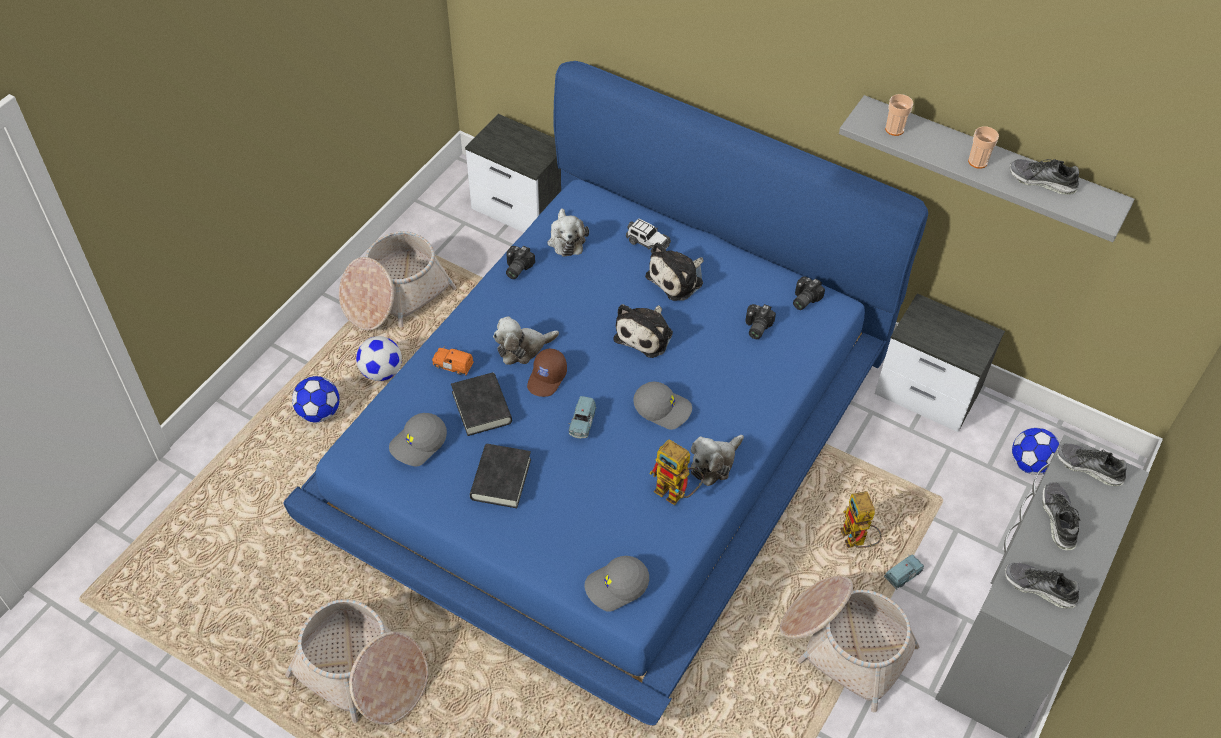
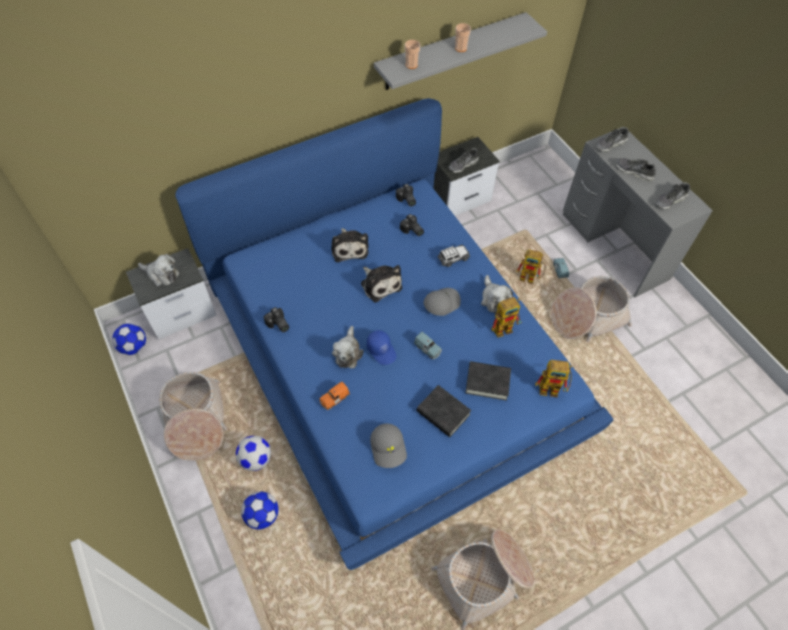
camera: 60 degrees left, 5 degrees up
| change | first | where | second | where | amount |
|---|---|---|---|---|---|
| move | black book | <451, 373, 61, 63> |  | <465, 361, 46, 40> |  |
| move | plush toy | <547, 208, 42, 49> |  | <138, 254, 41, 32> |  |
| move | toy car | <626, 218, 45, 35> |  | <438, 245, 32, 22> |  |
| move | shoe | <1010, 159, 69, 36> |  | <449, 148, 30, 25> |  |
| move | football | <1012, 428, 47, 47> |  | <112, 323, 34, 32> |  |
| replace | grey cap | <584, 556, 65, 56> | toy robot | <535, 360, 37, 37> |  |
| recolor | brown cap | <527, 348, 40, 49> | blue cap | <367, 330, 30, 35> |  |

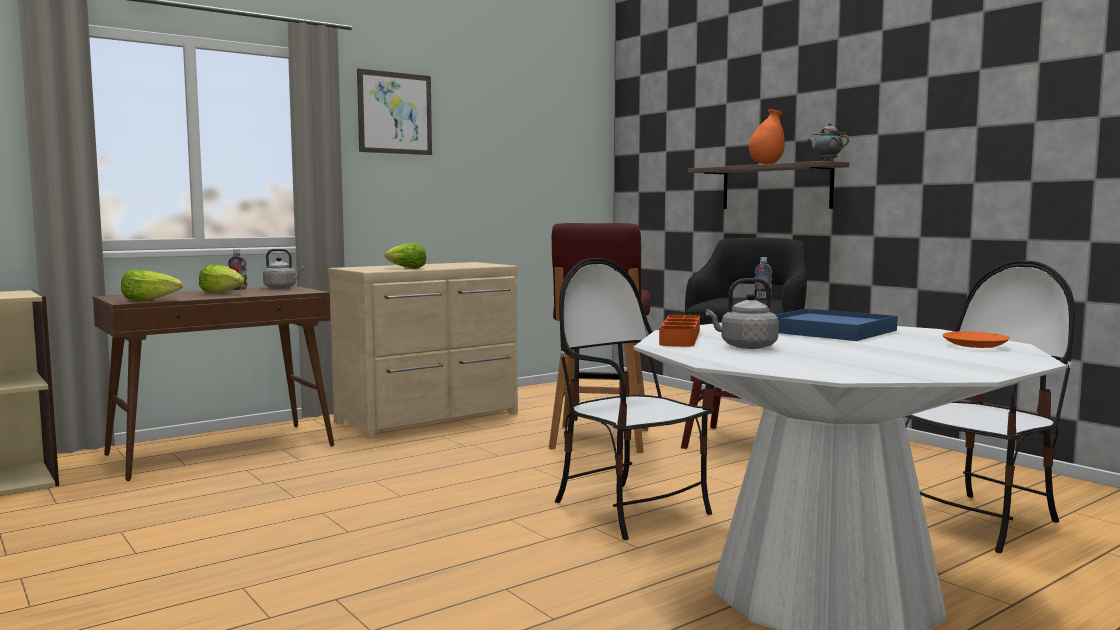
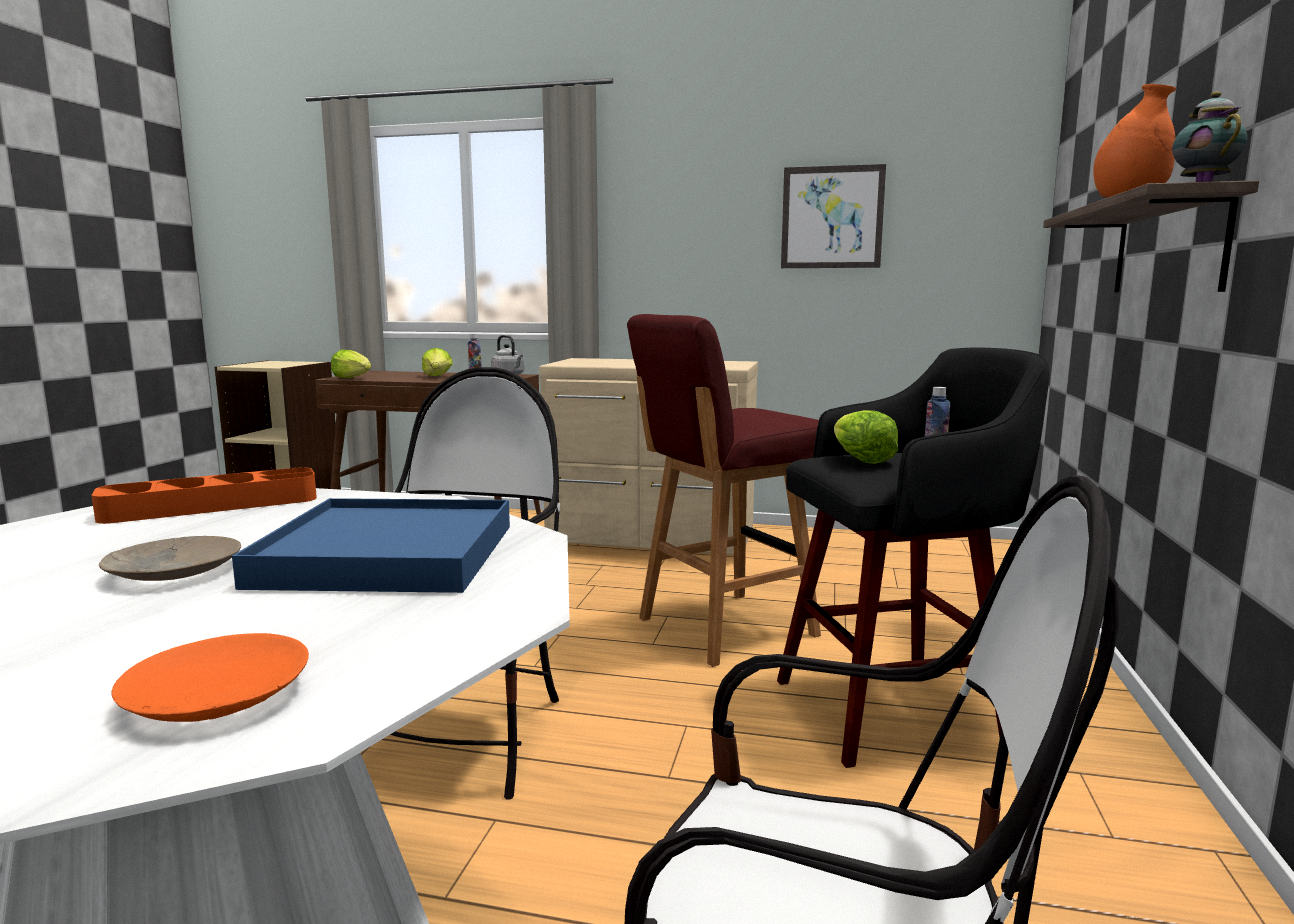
camera: 50 degrees right, 5 degrees up
| change | first | where | second | where | amount |
|---|---|---|---|---|---|
| delete | grey kettle | <706, 278, 73, 71> |  |  |  |
| insert |  |  | beige plate | <99, 536, 142, 45> |  |
| move | picture | <357, 69, 75, 86> |  | <781, 164, 105, 104> |  |
| move | lettuce | <384, 243, 42, 26> |  | <834, 410, 64, 54> |  |

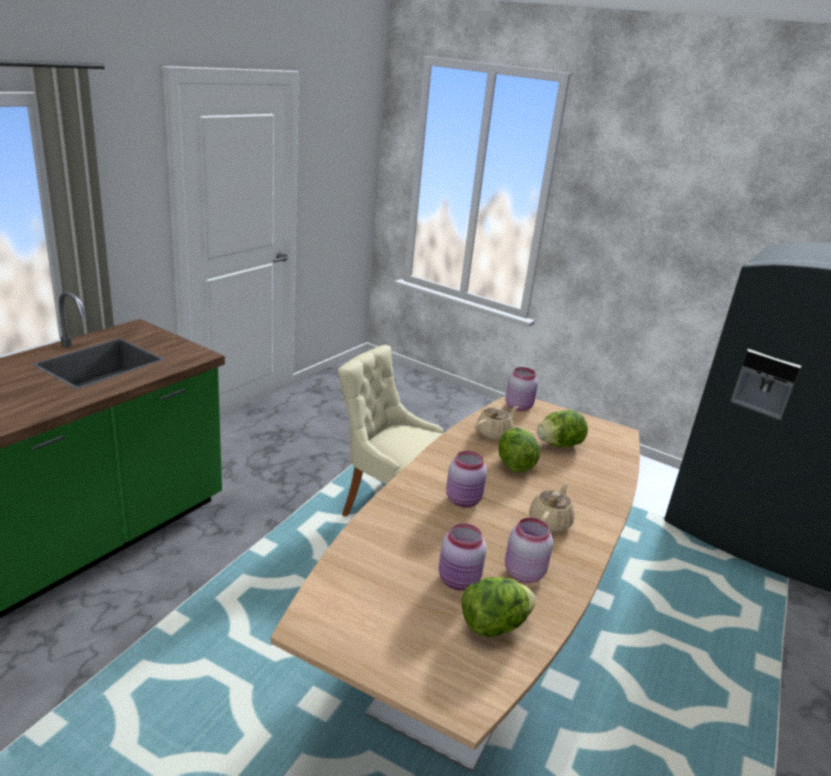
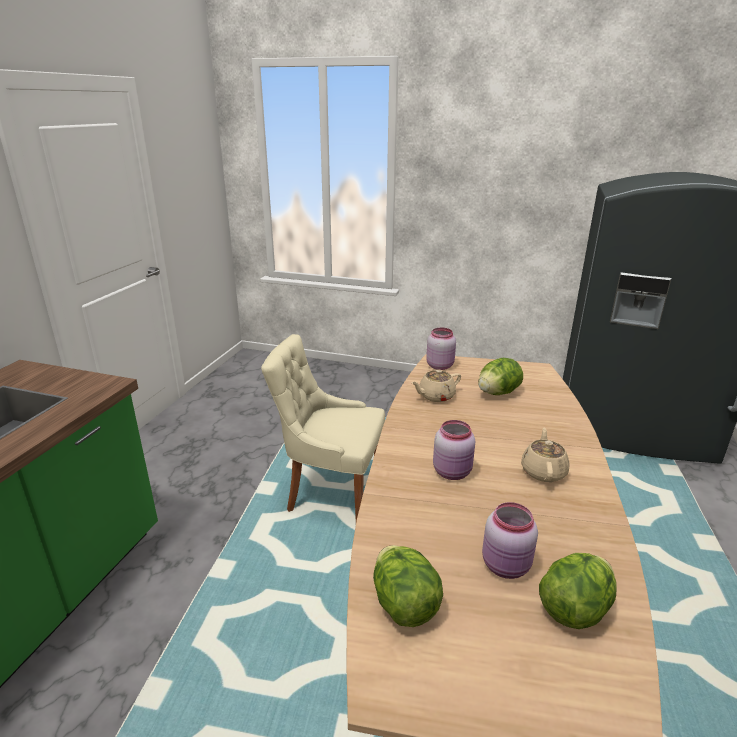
camera: 15 degrees left, 0 degrees up
| change | first | where | second | where | amount |
|---|---|---|---|---|---|
| delete | pink jar | <505, 517, 48, 66> |  |  |  |
| move | lettuce | <499, 427, 41, 46> |  | <373, 545, 70, 82> |  |
| rotate | beige teapot | <475, 406, 44, 34> |  | <411, 369, 50, 33> | 150 degrees counterclockwise |

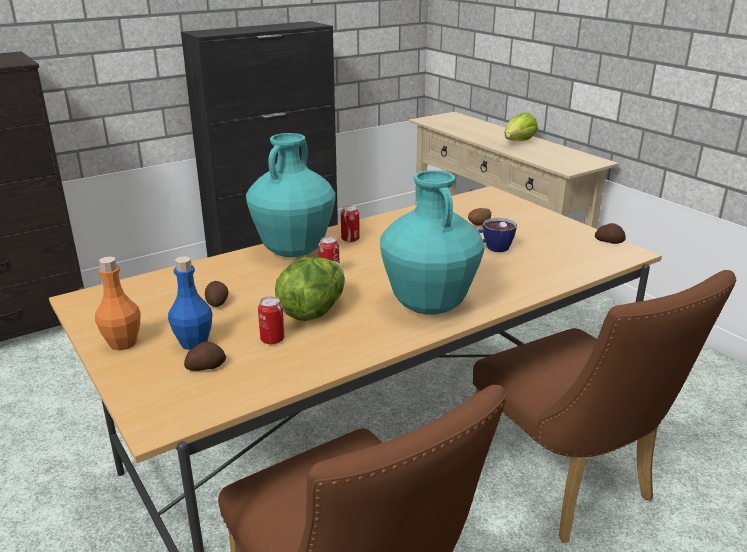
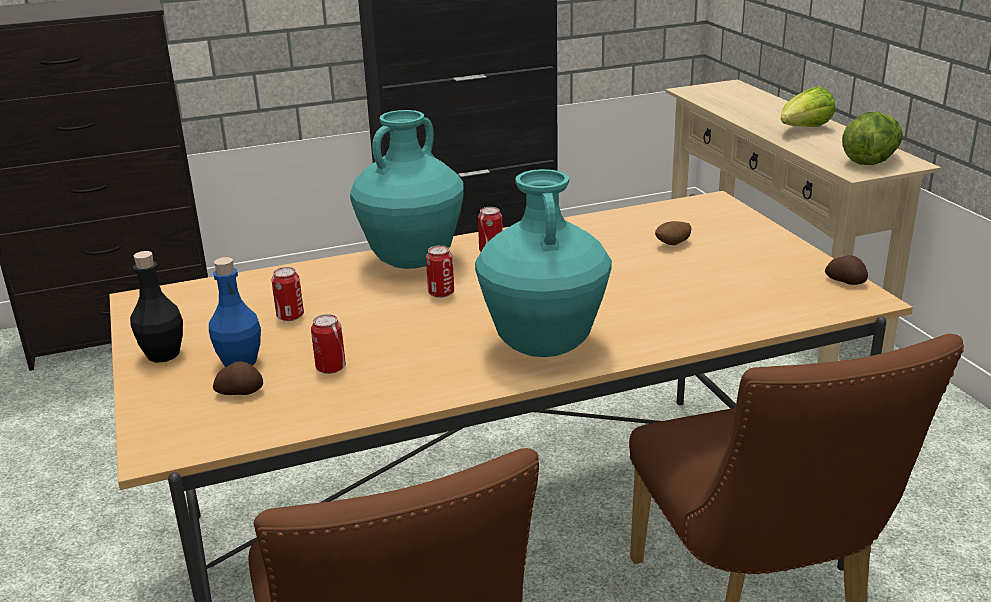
camera: 15 degrees right, 0 degrees up
| change | first | where | second | where | amount |
|---|---|---|---|---|---|
| delete | cup | <478, 218, 39, 34> |  |  |  |
| move | lettuce | <275, 257, 70, 64> |  | <842, 112, 61, 53> |  |
| replace | potato | <205, 281, 24, 26> | can | <272, 267, 32, 54> |  |
| recolor | orange bottle | <95, 256, 45, 95> | black bottle | <130, 251, 53, 112> |  |

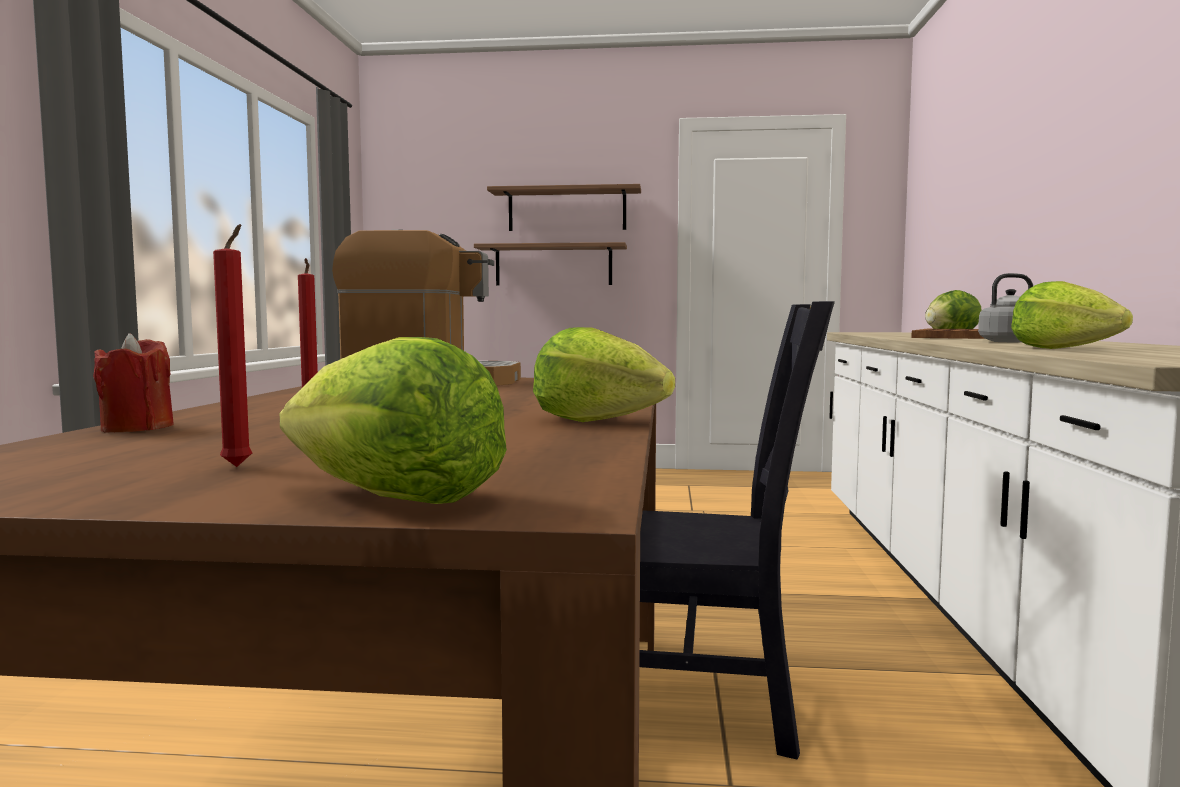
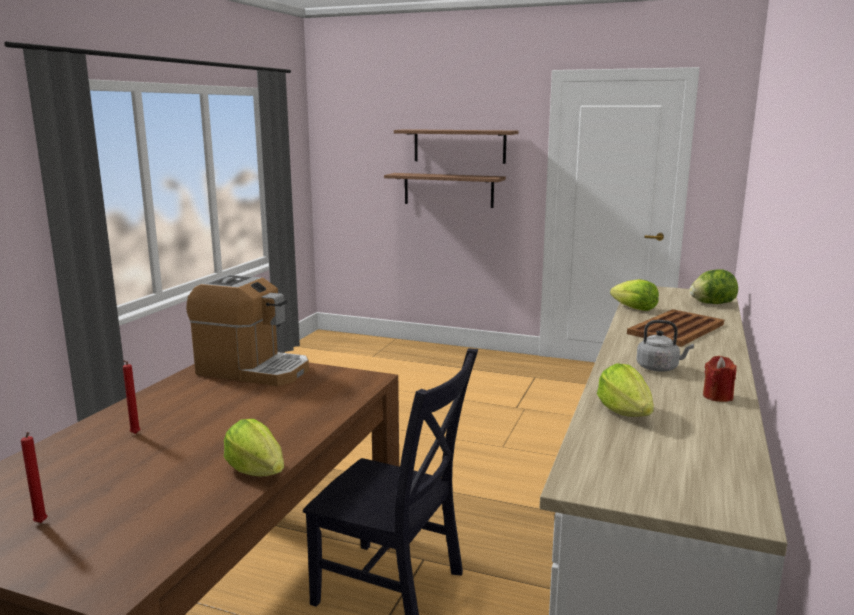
camera: 15 degrees right, 10 degrees up
| change | first | where | second | where | amount |
|---|---|---|---|---|---|
| move | red candle | <93, 333, 81, 99> |  | <703, 356, 34, 46> |  |
| move | lettuce | <280, 337, 227, 167> |  | <610, 279, 49, 32> |  |

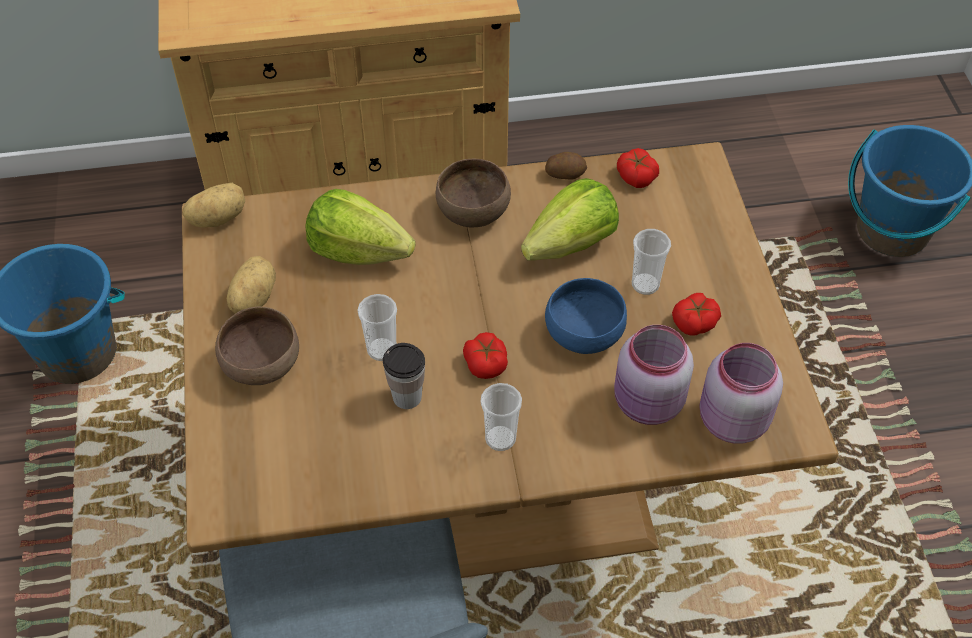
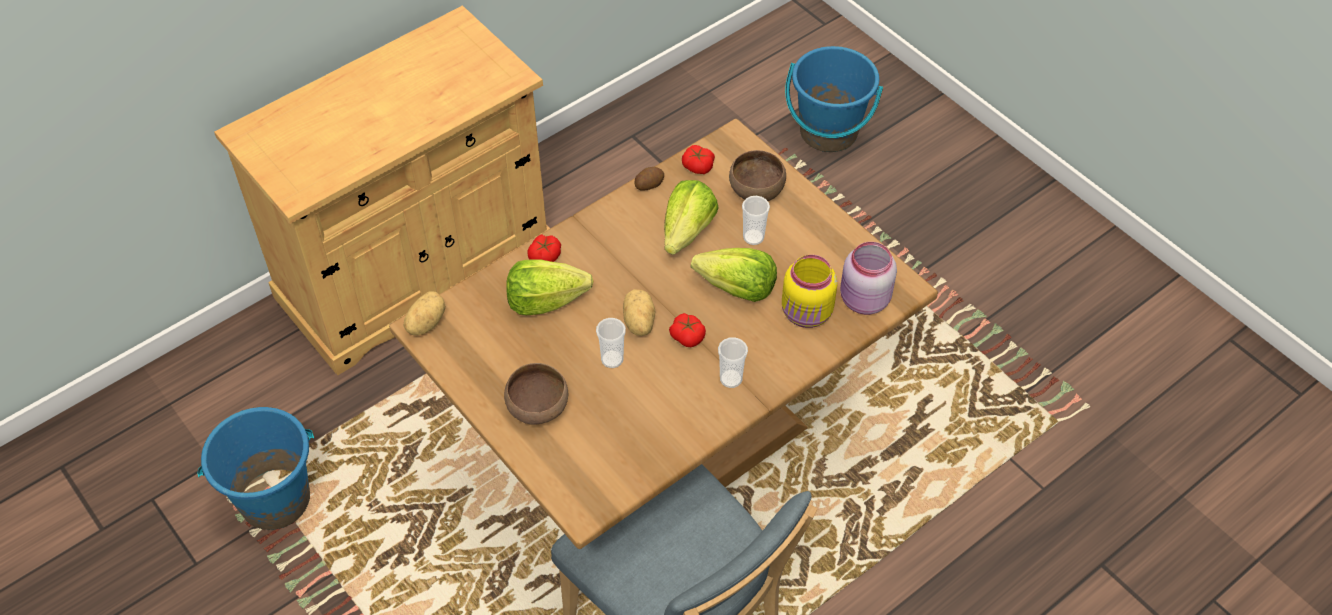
camera: 30 degrees left, 0 degrees up
| change | first | where | second | where | amount |
|---|---|---|---|---|---|
| delete | cup | <383, 343, 42, 66> |  |  |  |
| move | potato | <227, 256, 49, 58> |  | <623, 289, 32, 47> |  |
| move | brown bowl | <436, 159, 75, 69> |  | <729, 150, 57, 51> |  |
| move | tomato | <672, 293, 49, 43> |  | <527, 234, 34, 28> |  |
| replace | blue bowl | <545, 278, 82, 76> | lettuce | <691, 248, 86, 54> |  |
| recolor | pink jar | <614, 325, 80, 100> | yellow jar | <782, 255, 56, 73> |  |

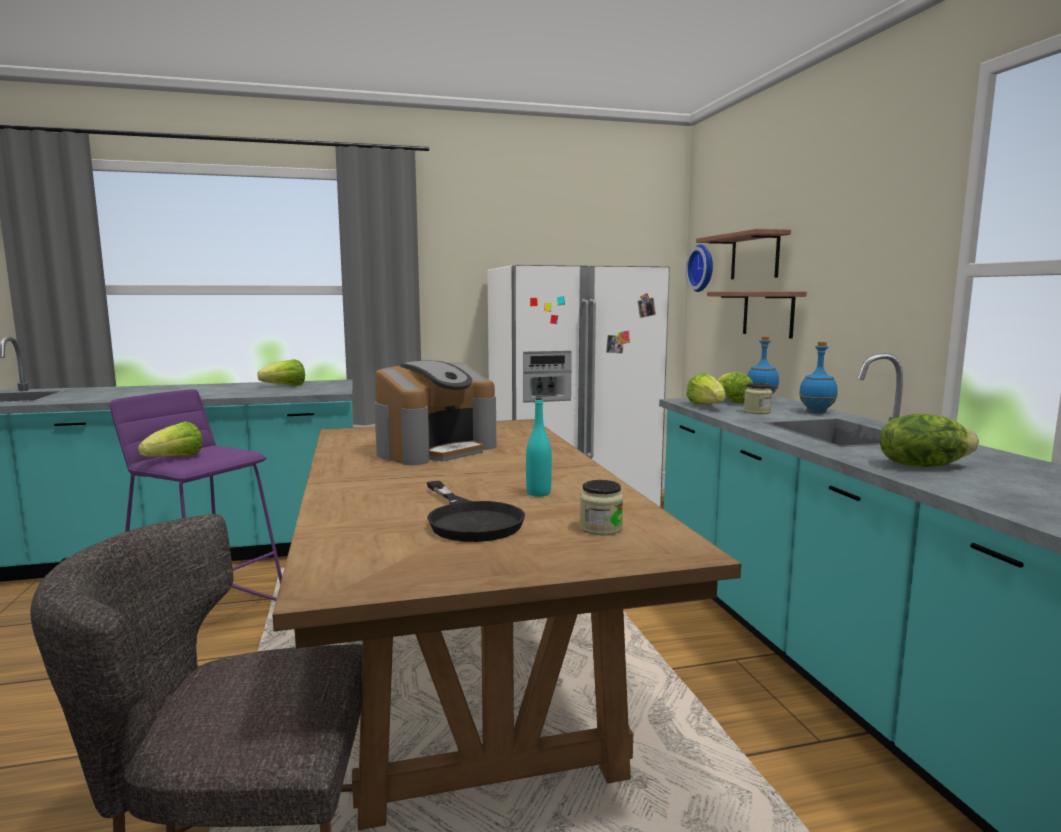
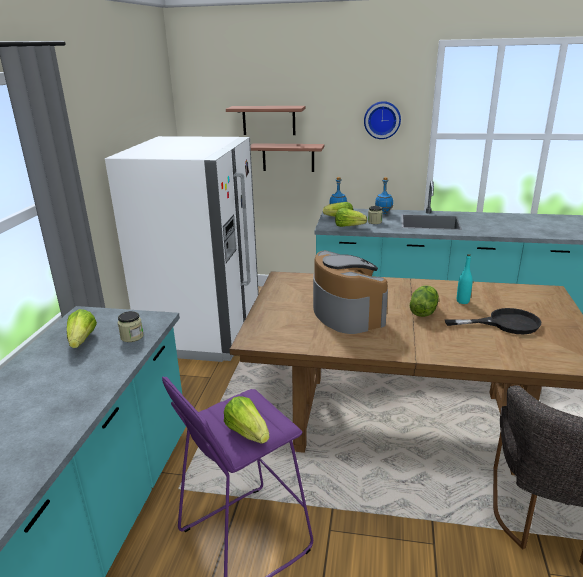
camera: 65 degrees left, 15 degrees up
| change | first | where | second | where | amount |
|---|---|---|---|---|---|
| move | jar | <580, 480, 43, 56> |  | <118, 311, 26, 31> |  |
| move | wall clock | <685, 244, 28, 48> |  | <364, 101, 37, 38> |  |
| move | lettuce | <880, 414, 99, 53> |  | <410, 285, 29, 32> |  |

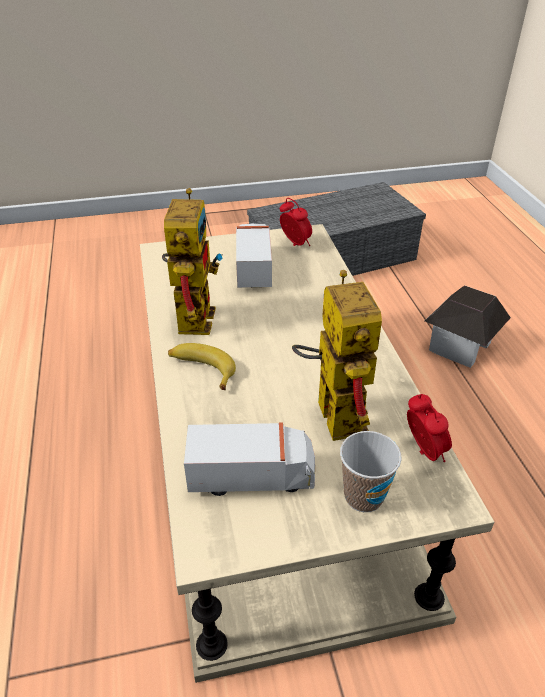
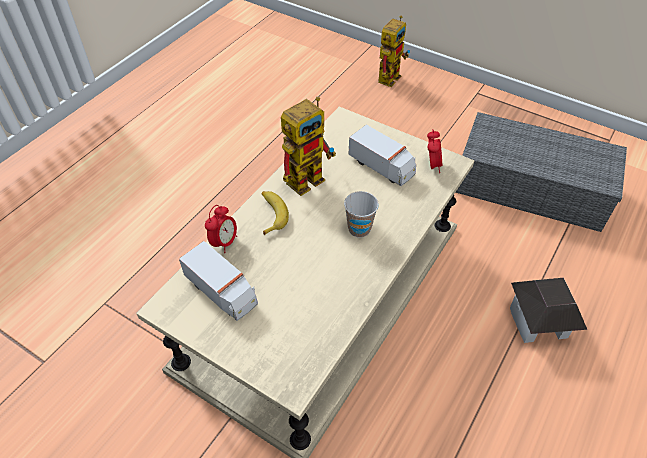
camera: 45 degrees right, 10 degrees up
| change | first | where | second | where | amount |
|---|---|---|---|---|---|
| move | toy robot | <292, 270, 90, 171> |  | <378, 15, 32, 72> |  |
| move | cup | <340, 431, 62, 81> |  | <344, 191, 35, 46> |  |
| move | alarm clock | <407, 394, 45, 68> |  | <205, 205, 32, 48> |  |
| rotate | toy truck | <236, 223, 36, 65> |  | <349, 124, 67, 62> | 90 degrees clockwise |

